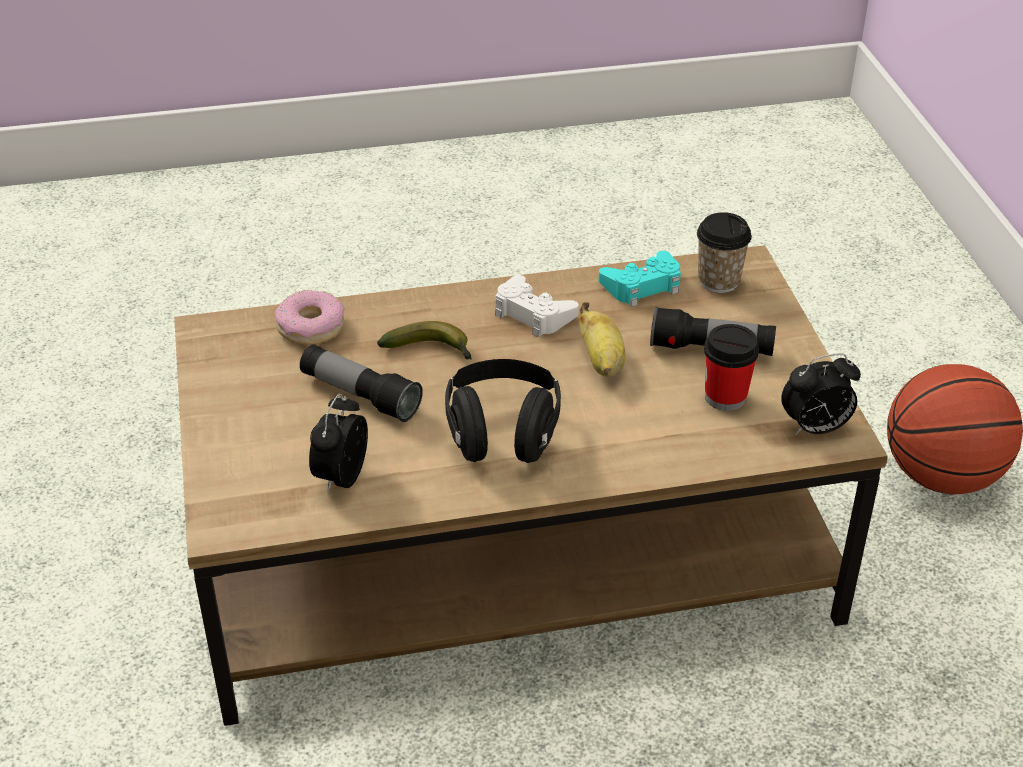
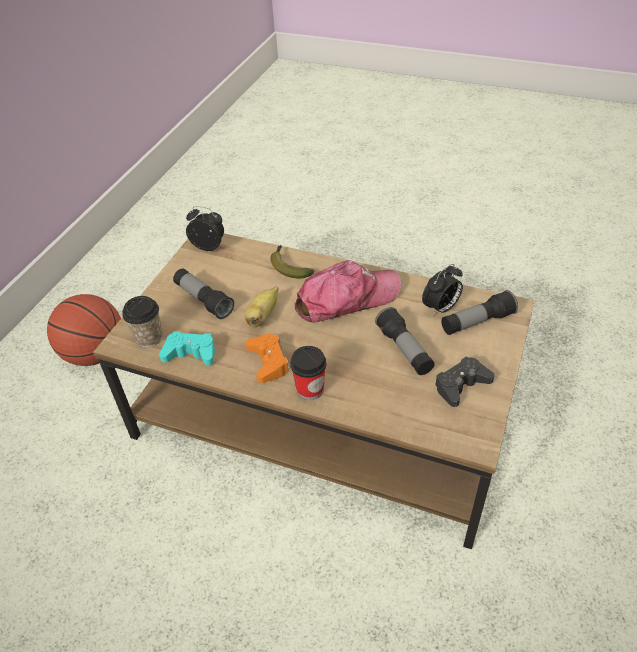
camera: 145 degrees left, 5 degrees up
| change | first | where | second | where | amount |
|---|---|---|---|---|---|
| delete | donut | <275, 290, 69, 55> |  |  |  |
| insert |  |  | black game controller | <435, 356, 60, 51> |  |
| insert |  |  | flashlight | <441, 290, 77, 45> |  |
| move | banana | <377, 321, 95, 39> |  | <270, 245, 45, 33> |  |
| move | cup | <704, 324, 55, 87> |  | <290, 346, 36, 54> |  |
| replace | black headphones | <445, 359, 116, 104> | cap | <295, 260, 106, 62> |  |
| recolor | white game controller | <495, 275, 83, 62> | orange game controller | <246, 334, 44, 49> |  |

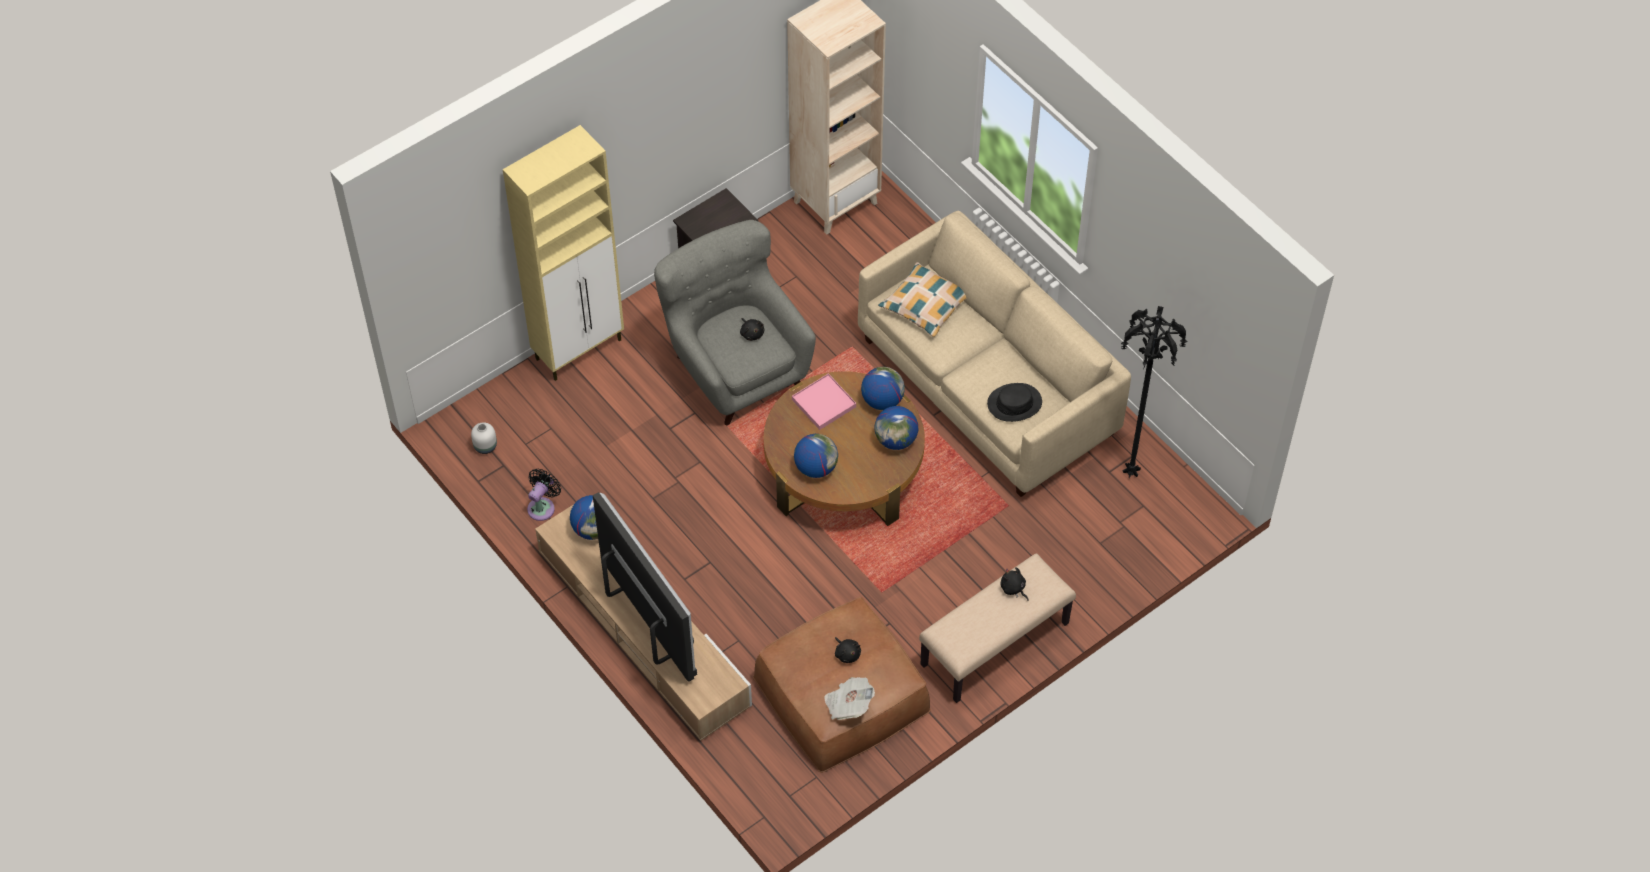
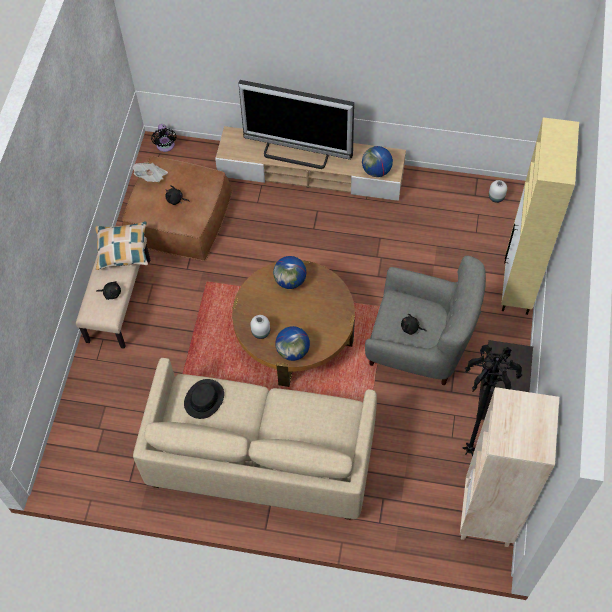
camera: 140 degrees right, 5 degrees up
| change | first | where | second | where | amount |
|---|---|---|---|---|---|
| delete | pink tray | <792, 373, 64, 57> |  |  |  |
| move | black fan | <527, 468, 34, 53> |  | <151, 124, 26, 28> |  |
| move | pillow | <878, 262, 88, 75> |  | <96, 221, 52, 49> |  |
| move | black floor lamp | <1121, 306, 66, 172> |  | <462, 344, 60, 112> |  |
| replace | globe | <875, 406, 43, 44> | white vase | <251, 315, 19, 24> |  |

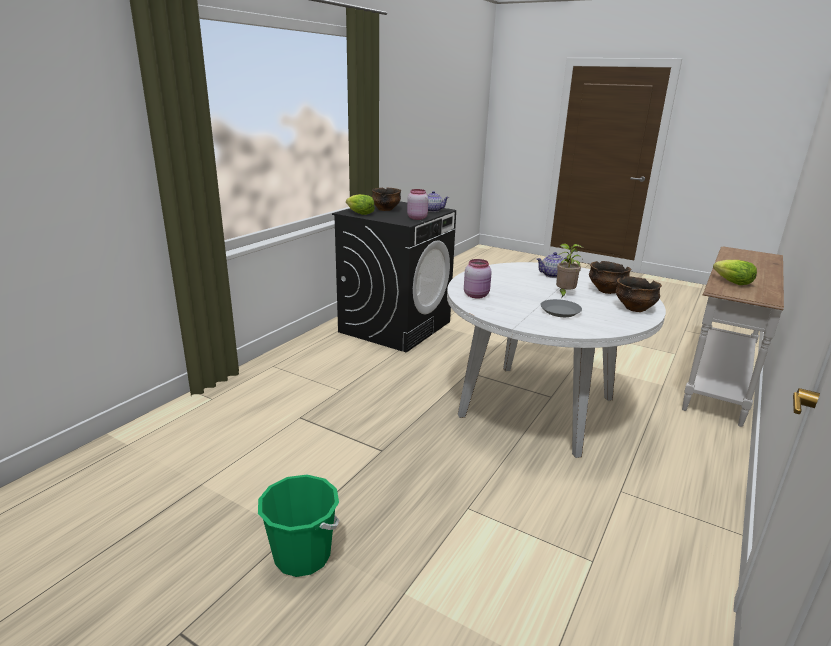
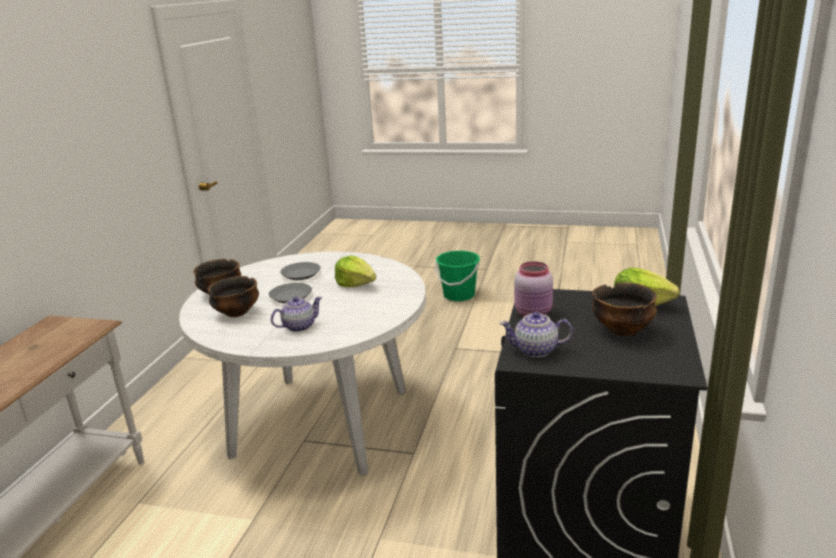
camera: 165 degrees right, 0 degrees up
| change | first | where | second | where | amount |
|---|---|---|---|---|---|
| delete | pink jar | <464, 259, 28, 40> |  |  |  |
| move | lettuce | <713, 260, 44, 25> |  | <335, 255, 41, 32> |  |
| replace | potted plant | <556, 243, 27, 55> | grey plate | <269, 283, 43, 21> |  |

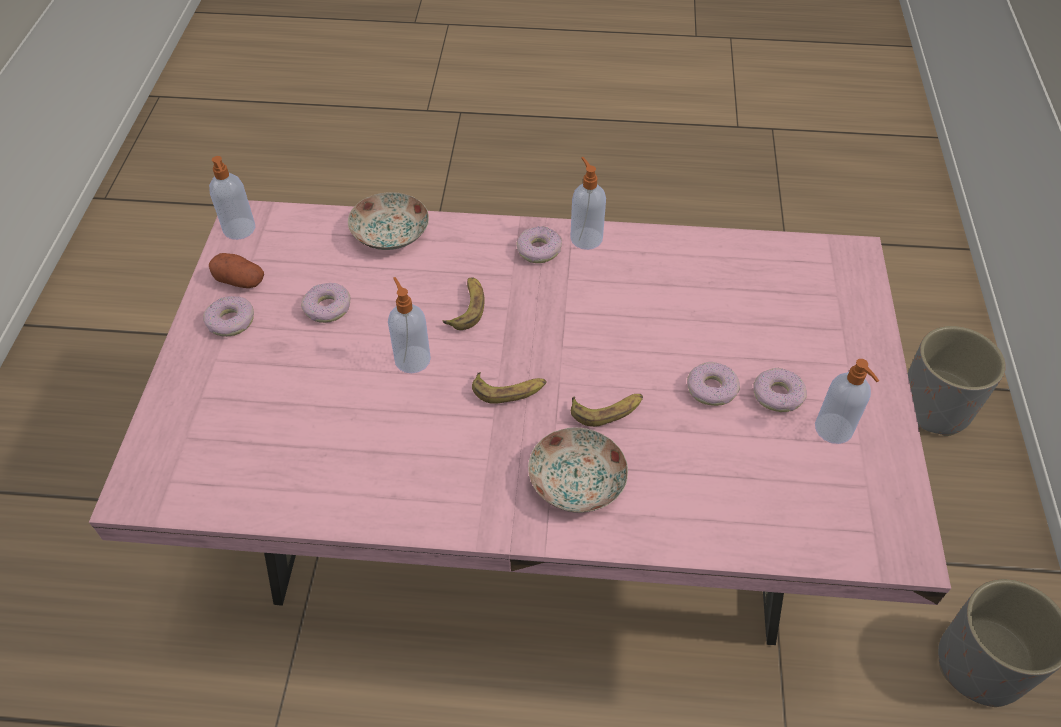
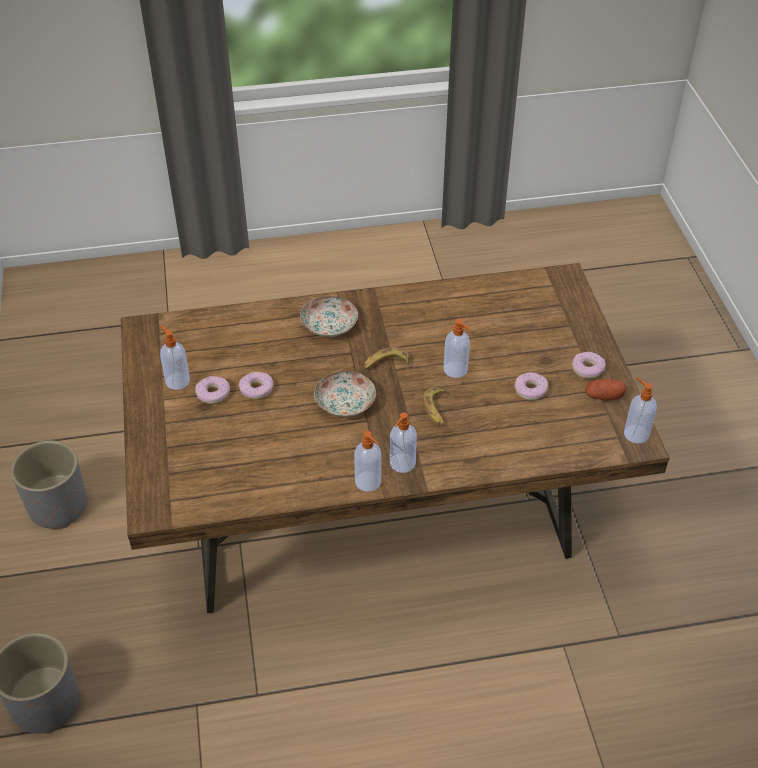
camera: 165 degrees right, 5 degrees down
| change | first | where | second | where | amount |
|---|---|---|---|---|---|
| delete | banana | <571, 393, 72, 34> |  |  |  |
| move | plate | <348, 192, 81, 58> |  | <314, 371, 62, 46> |  |
| replace | donut | <516, 226, 46, 37> | soap dispenser | <390, 412, 27, 61> |  |
| recolor | pink dining table | <89, 200, 862, 445> | brown dining table | <121, 263, 549, 350> |  |

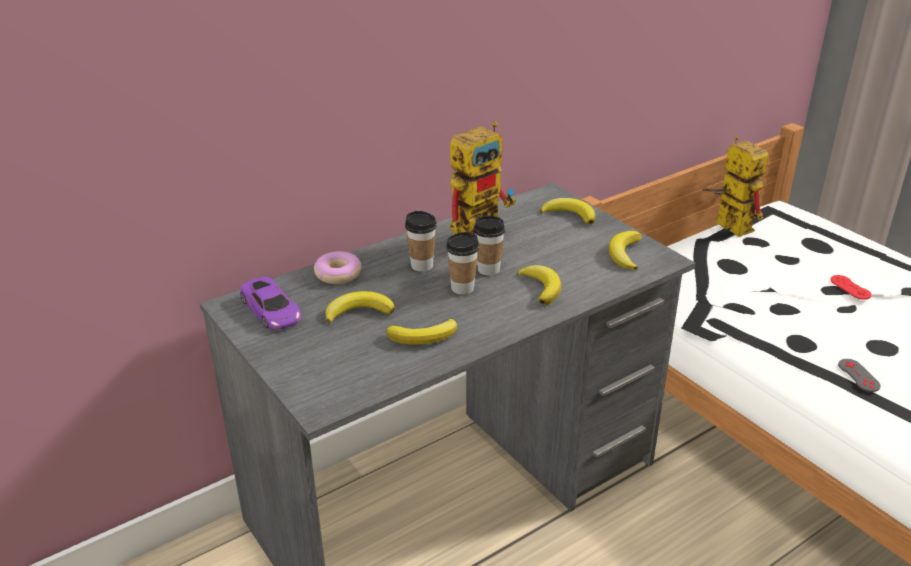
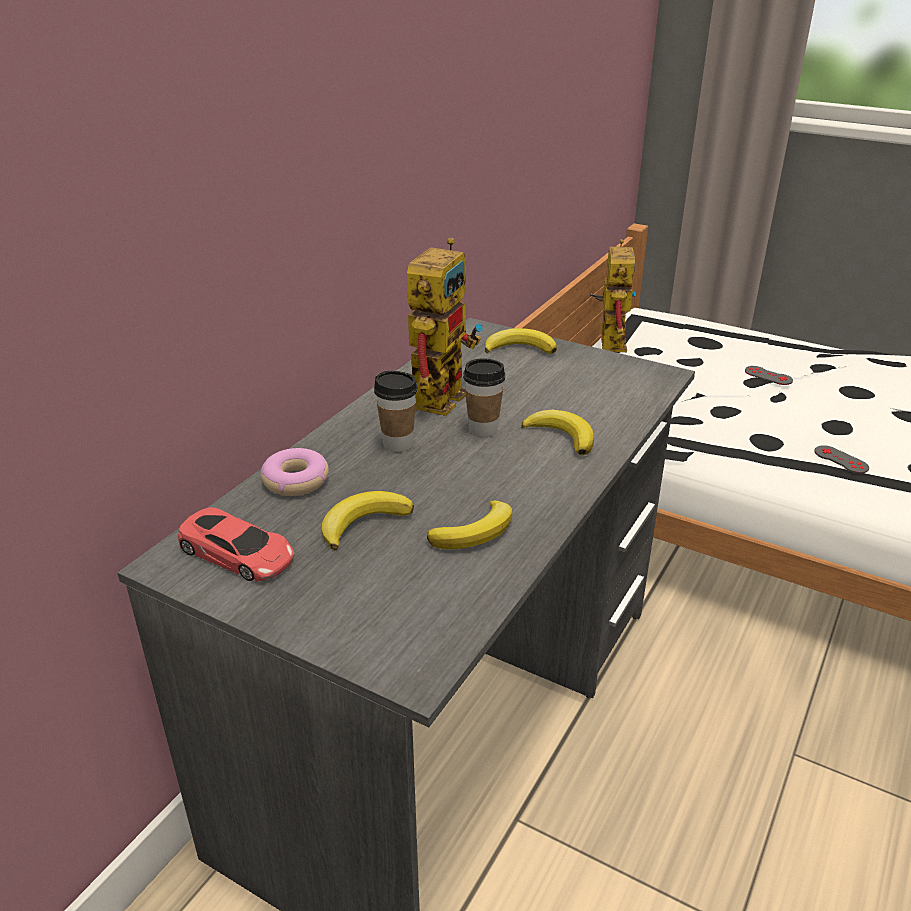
camera: 25 degrees left, 0 degrees up
| change | first | where | second | where | amount |
|---|---|---|---|---|---|
| delete | cup | <446, 232, 33, 63> |  |  |  |
| delete | banana | <609, 231, 33, 39> |  |  |  |
| recolor | purple toy car | <240, 277, 62, 53> | red toy car | <178, 507, 116, 75> |  |
| recolor | red game controller | <830, 275, 42, 25> | grey game controller | <745, 366, 48, 19> |  |
| rotate | toy robot | <702, 136, 67, 101> |  | <590, 239, 47, 113> | 60 degrees clockwise |

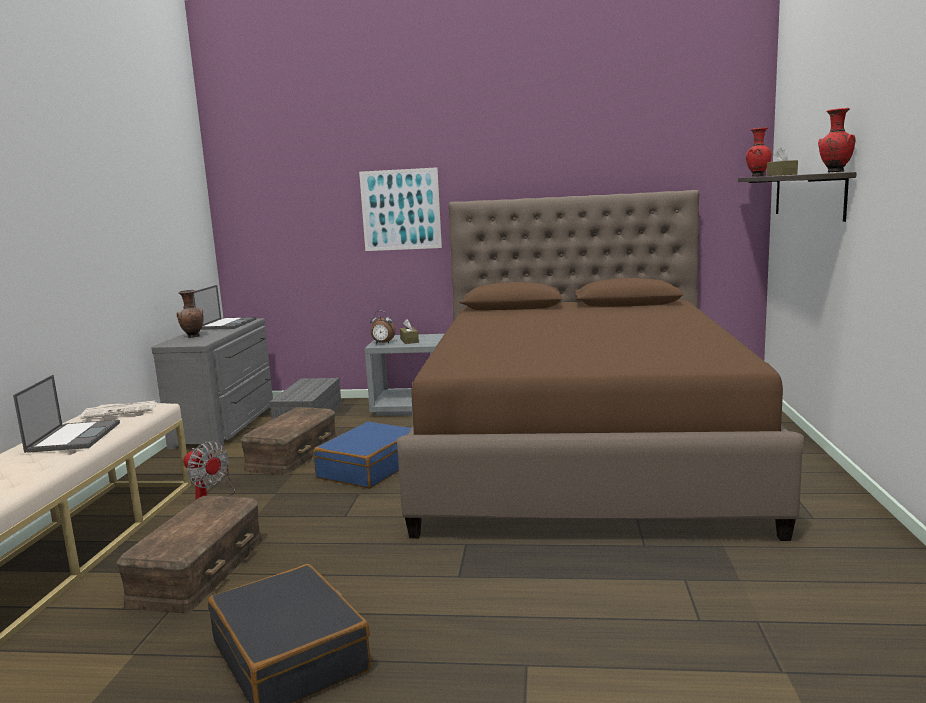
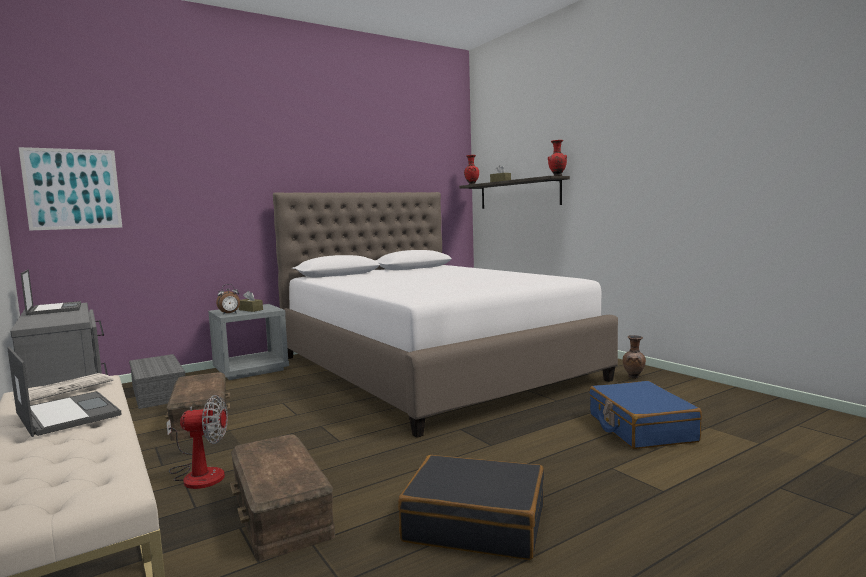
camera: 40 degrees left, 5 degrees down
| change | first | where | second | where | amount |
|---|---|---|---|---|---|
| move | brown vase | <176, 290, 28, 48> |  | <623, 335, 23, 44> |  |
| move | blue suitcase | <314, 422, 98, 67> |  | <589, 381, 113, 68> |  |
| move | picture | <359, 167, 83, 84> |  | <19, 147, 103, 84> |  |
| recolor | brown bed | <397, 190, 407, 351> | white bed | <273, 192, 345, 246> |  |

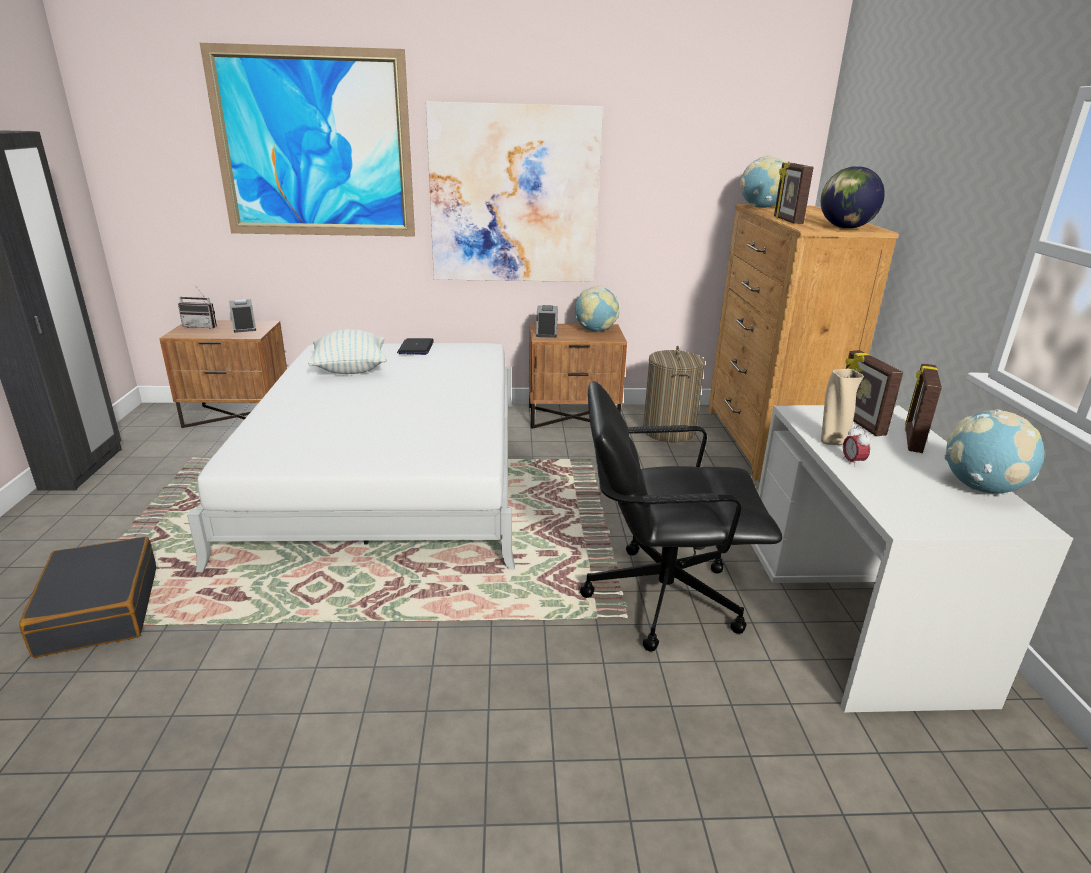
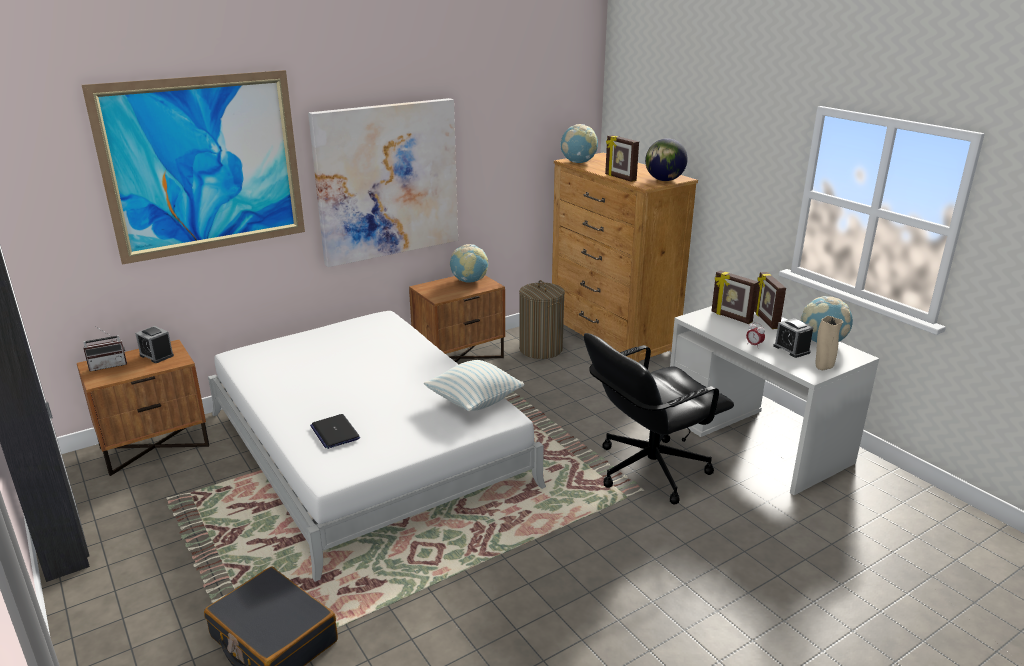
camera: 30 degrees left, 0 degrees up
| change | first | where | second | where | amount |
|---|---|---|---|---|---|
| move | pillow | <308, 329, 79, 45> |  | <424, 360, 100, 51> |  |
| move | laptop | <397, 338, 37, 17> |  | <310, 414, 50, 35> |  |
| move | alarm clock | <536, 305, 22, 33> |  | <773, 318, 41, 40> |  |
| move | beige vase | <821, 369, 43, 76> |  | <816, 316, 27, 54> |  |

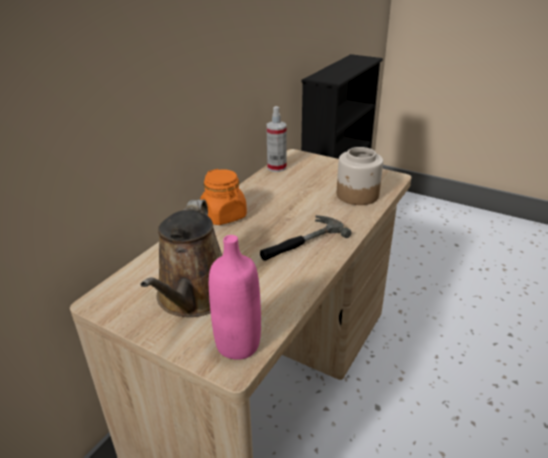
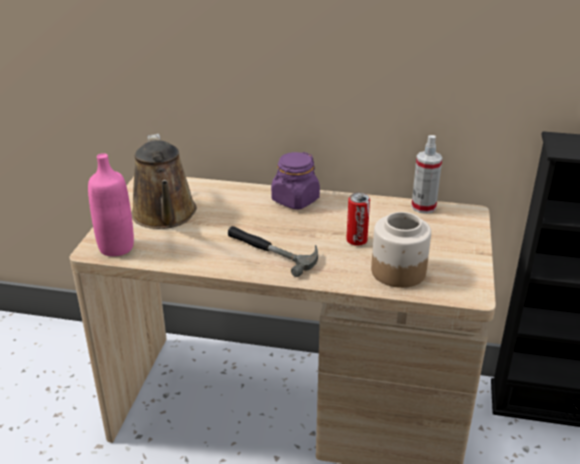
camera: 70 degrees right, 0 degrees up
| change | first | where | second | where | amount |
|---|---|---|---|---|---|
| insert |  |  | can | <346, 193, 24, 53> |  |
| recolor | orange jar | <200, 169, 47, 56> | purple jar | <271, 152, 49, 58> |  |
| rotate | brown watering can | <141, 200, 81, 117> |  | <131, 134, 66, 95> | 90 degrees counterclockwise |

